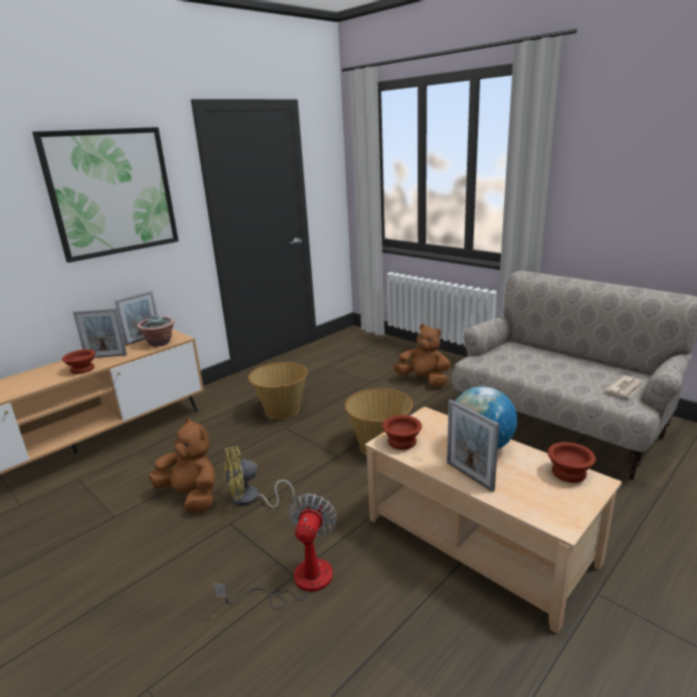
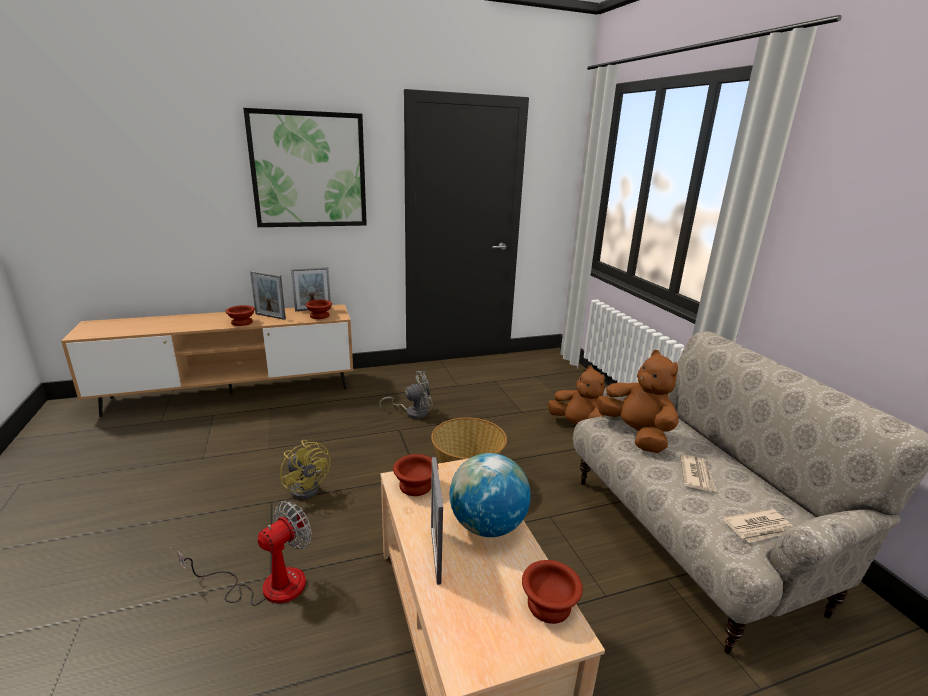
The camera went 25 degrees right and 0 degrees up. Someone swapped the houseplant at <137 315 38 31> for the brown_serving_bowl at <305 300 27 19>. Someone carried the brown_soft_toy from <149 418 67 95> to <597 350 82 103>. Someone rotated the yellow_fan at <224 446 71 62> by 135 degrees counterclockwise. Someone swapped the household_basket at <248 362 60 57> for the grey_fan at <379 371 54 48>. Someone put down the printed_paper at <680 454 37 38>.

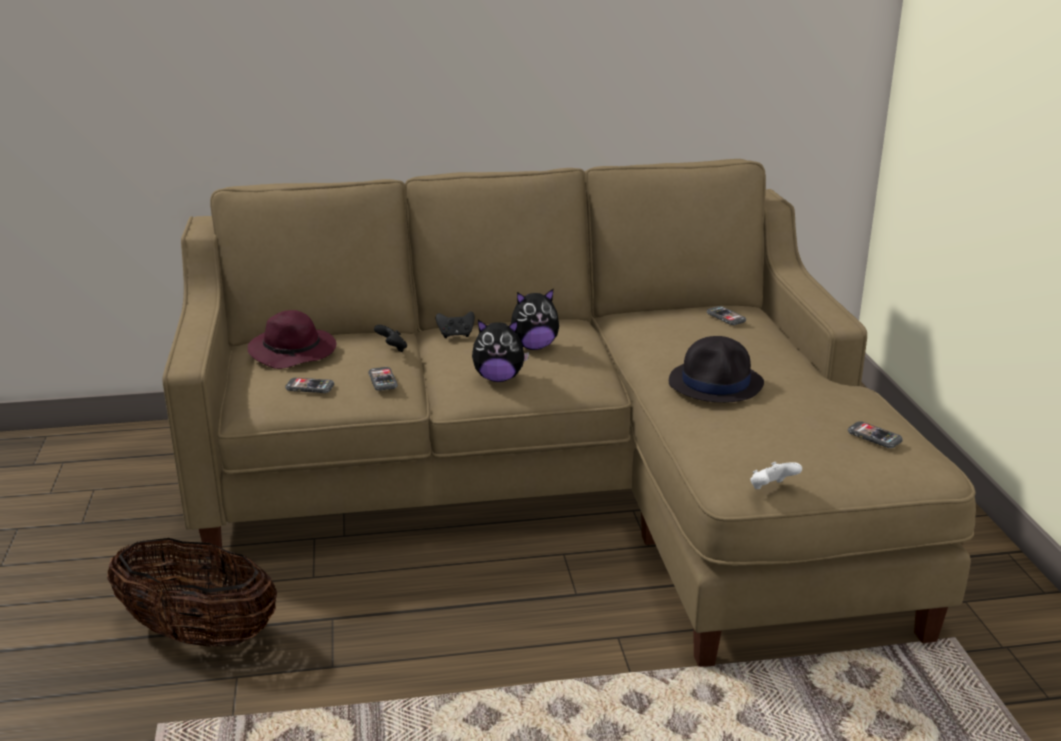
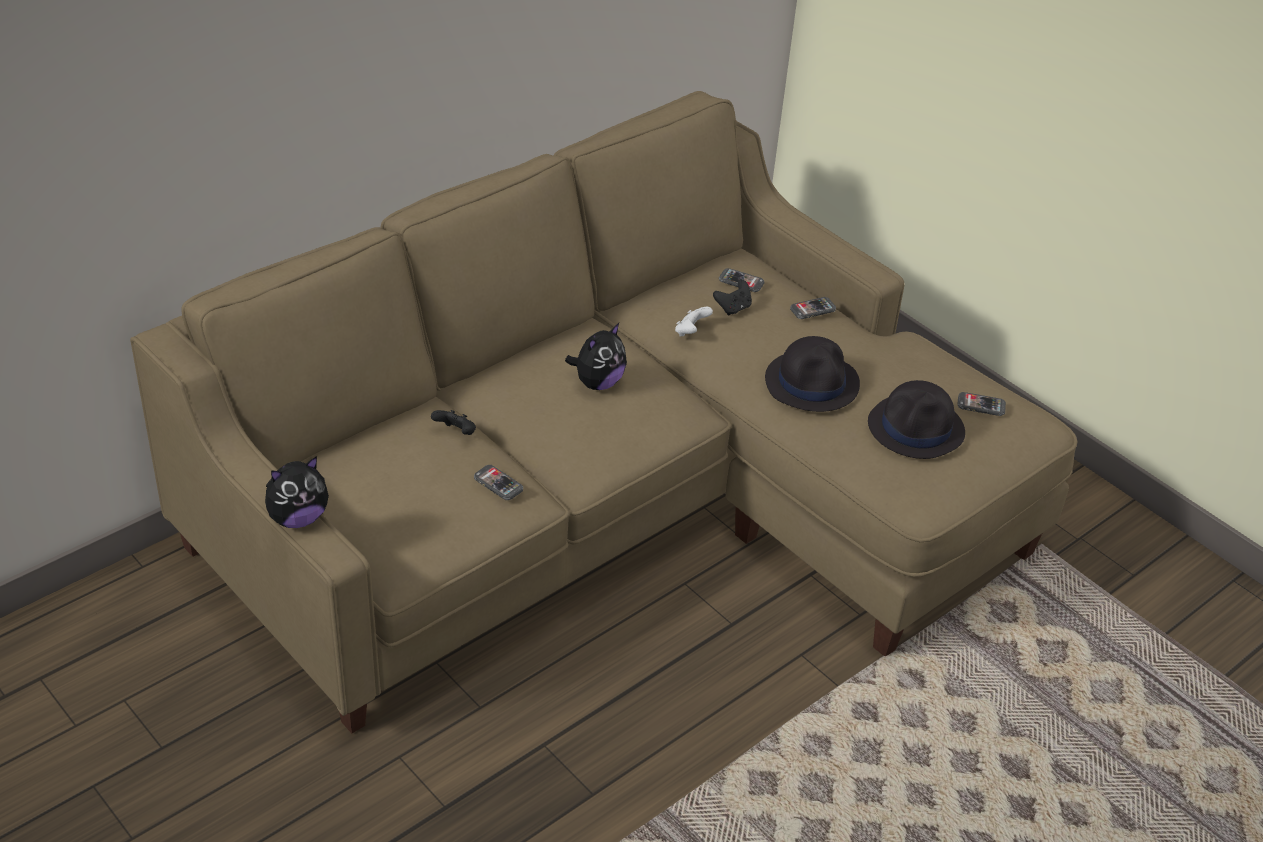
The camera went 35 degrees left and 15 degrees up. Someone took away the household_basket at <107 538 170 109>. Someone took away the purple_clothing_hat at <248 310 88 59>. Someone carried the handset from <285 378 49 15> to <790 297 46 22>. Someone carried the blackish_joypad from <436 311 39 27> to <713 279 39 37>. Someone carried the soft_toy from <472 320 57 62> to <265 456 64 72>. Someone carried the white-coloured_joypad from <750 462 52 27> to <675 307 38 30>. Someone put down the blackish_clothing_hat at <868 380 97 79>.

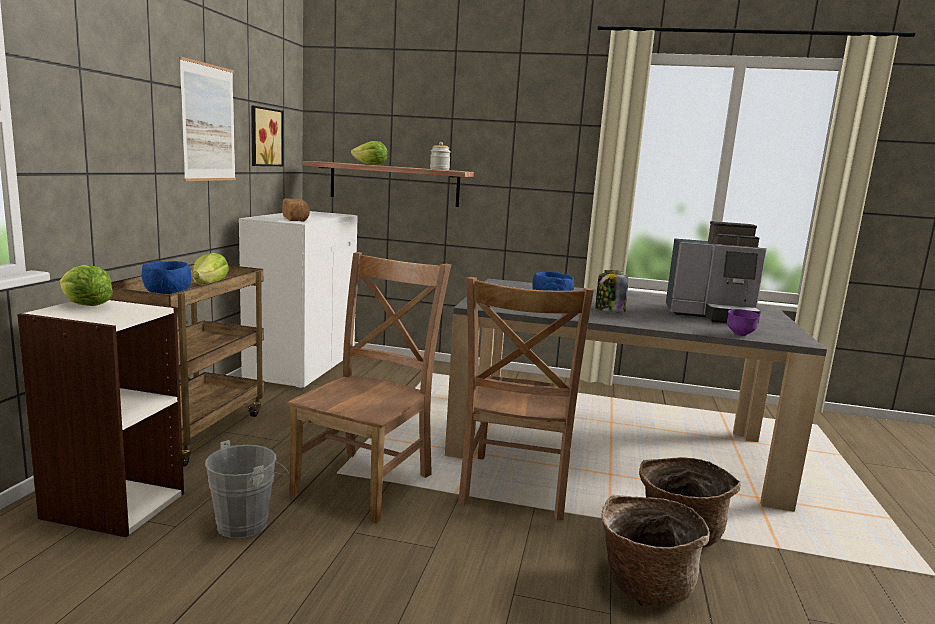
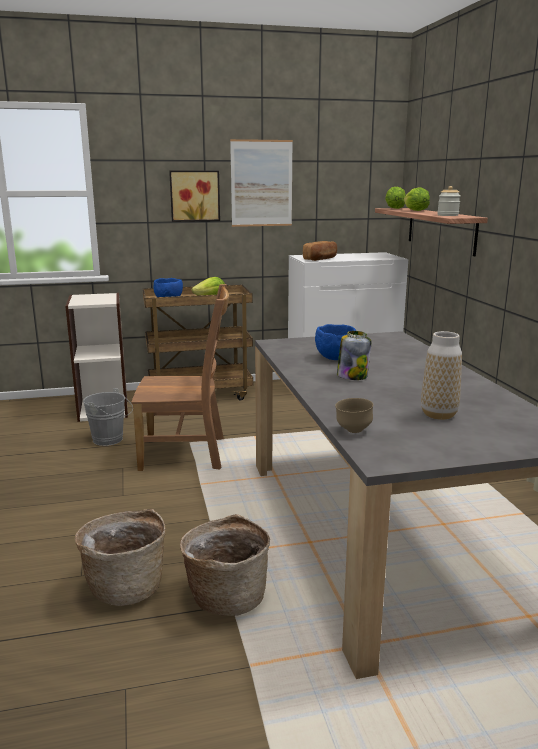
The camera went 65 degrees right and 5 degrees up. Someone carried the lettuce_head from <60 265 53 41> to <385 187 21 22>. Someone carried the picture from <251 105 33 61> to <169 171 51 51>. Someone took away the brown_chair at <458 277 136 243>. Someone swapped the coffee_maker at <666 221 101 102> for the flower_vase at <421 331 41 89>. Someone repainted the purple_serving_bowl at <727 309 33 27>, which became the brown_serving_bowl at <335 398 38 35>.

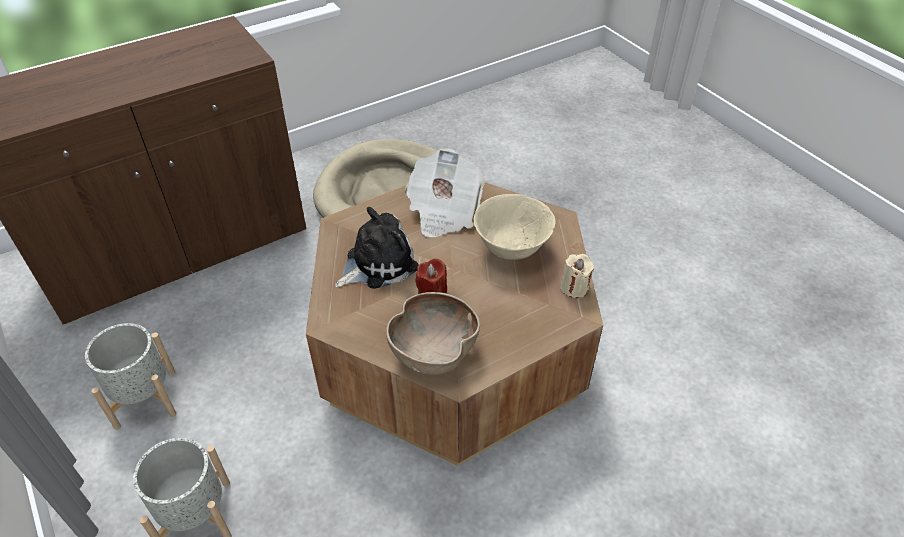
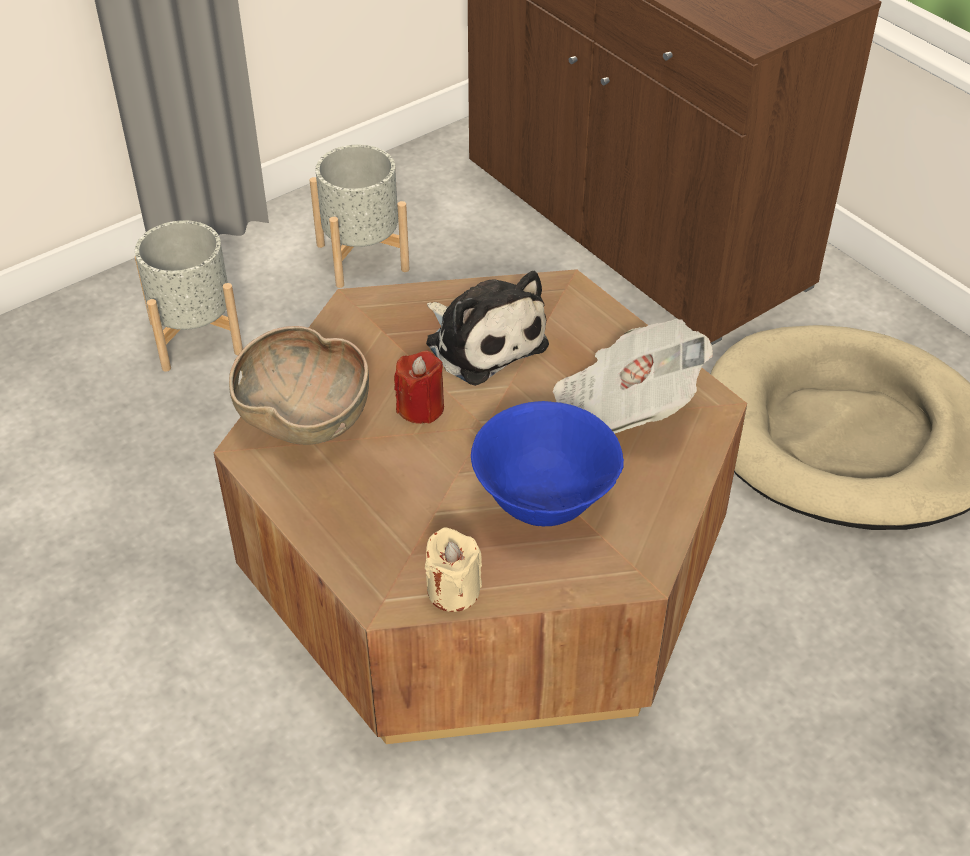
The camera went 85 degrees right and 0 degrees up. Someone repainted the beige_serving_bowl at <474 194 82 66>, which became the blue-coloured_serving_bowl at <471 401 153 125>.

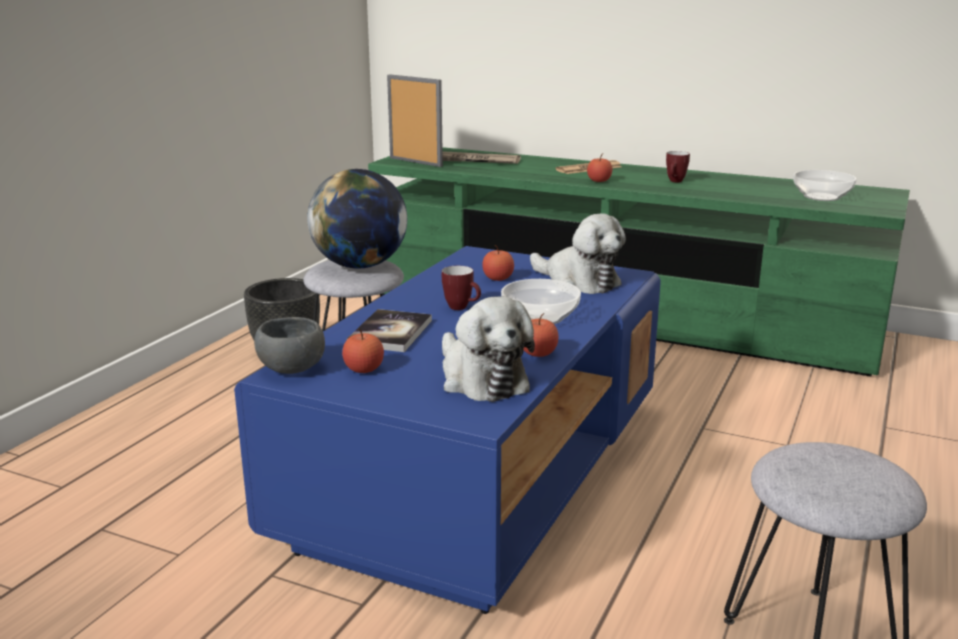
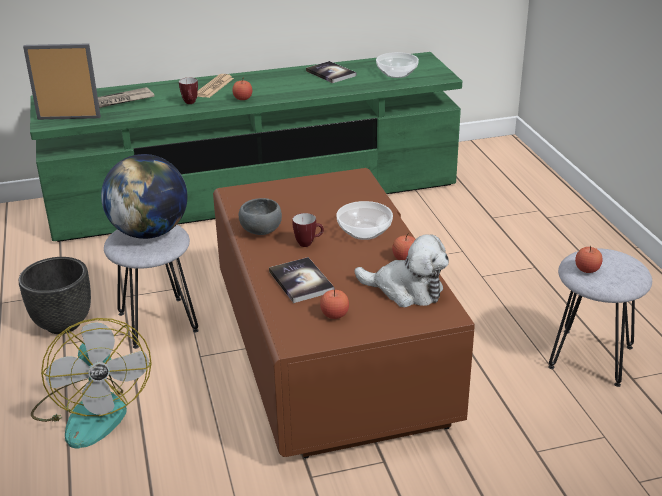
The camera went 40 degrees left and 10 degrees up. Someone repainted the blue-coloured_lounge_table at <234 246 427 368>, which became the brown_lounge_table at <213 168 262 290>. Someone carried the grey_serving_bowl from <254 317 71 57> to <239 198 43 37>. Someone carried the apple_fruit from <482 245 32 36> to <575 246 27 27>. Someone took away the soft_toy at <530 214 96 80>. Someone carried the coffee_mug from <666 151 24 31> to <179 78 19 26>. Someone put down the fan at <31 318 121 131>. Someone put down the bound_book at <306 61 50 22>.

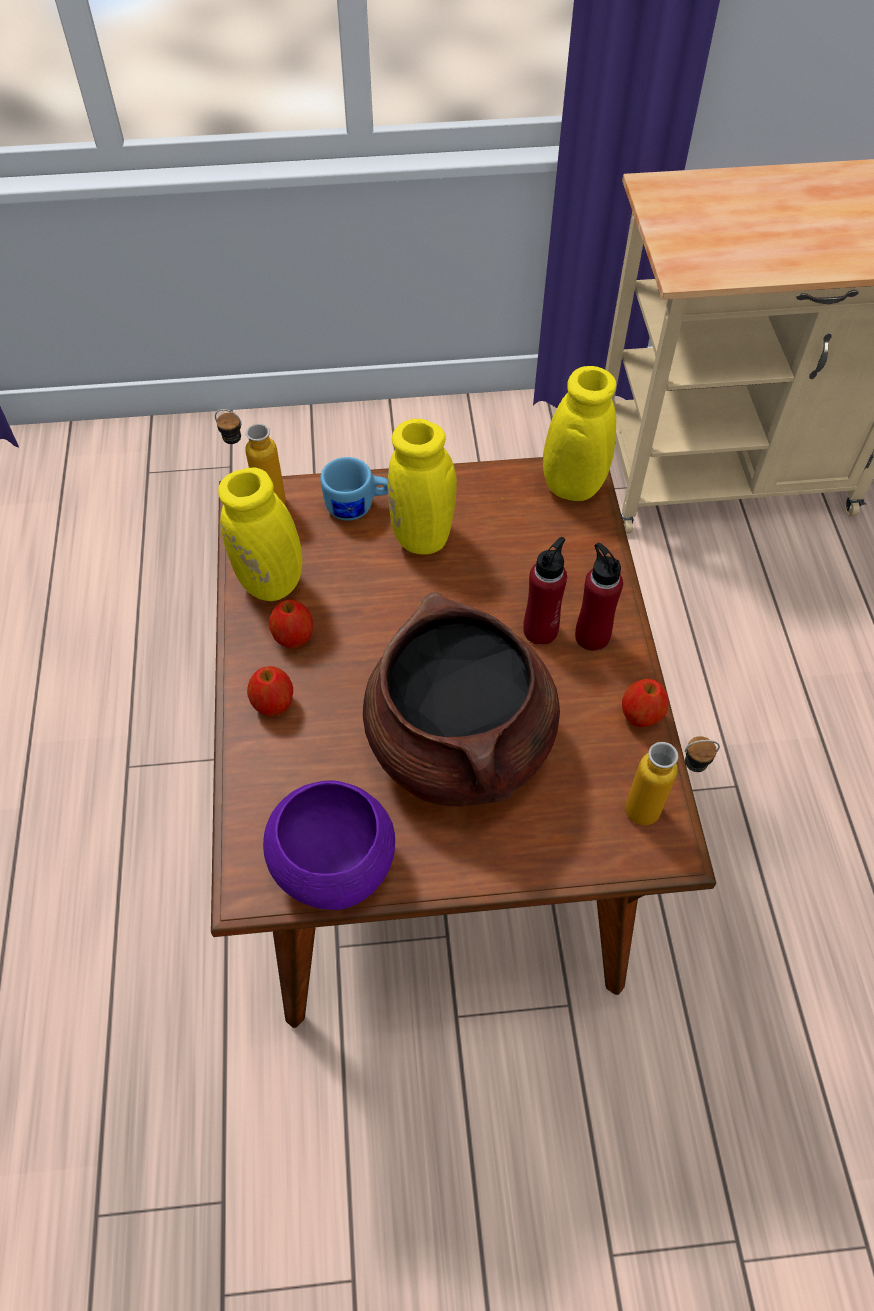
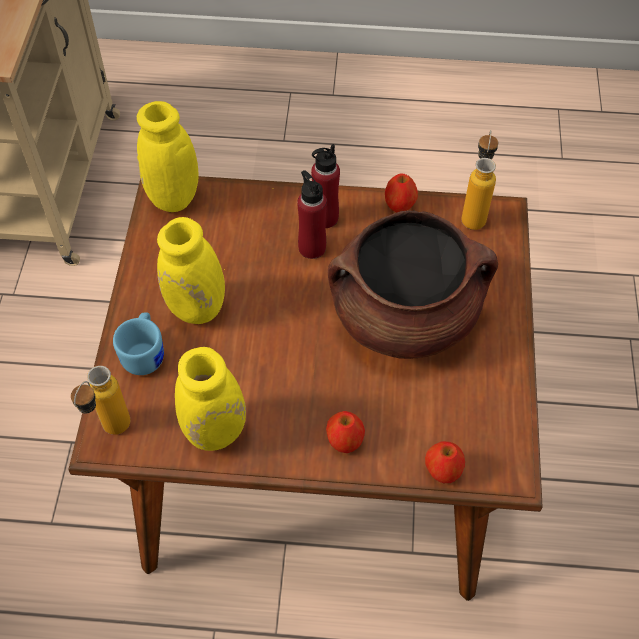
The camera went 80 degrees left and 0 degrees up. Someone took away the purple_serving_bowl at <263 780 132 130>. Someone carried the apple_fruit from <269 599 44 50> to <425 441 40 42>.

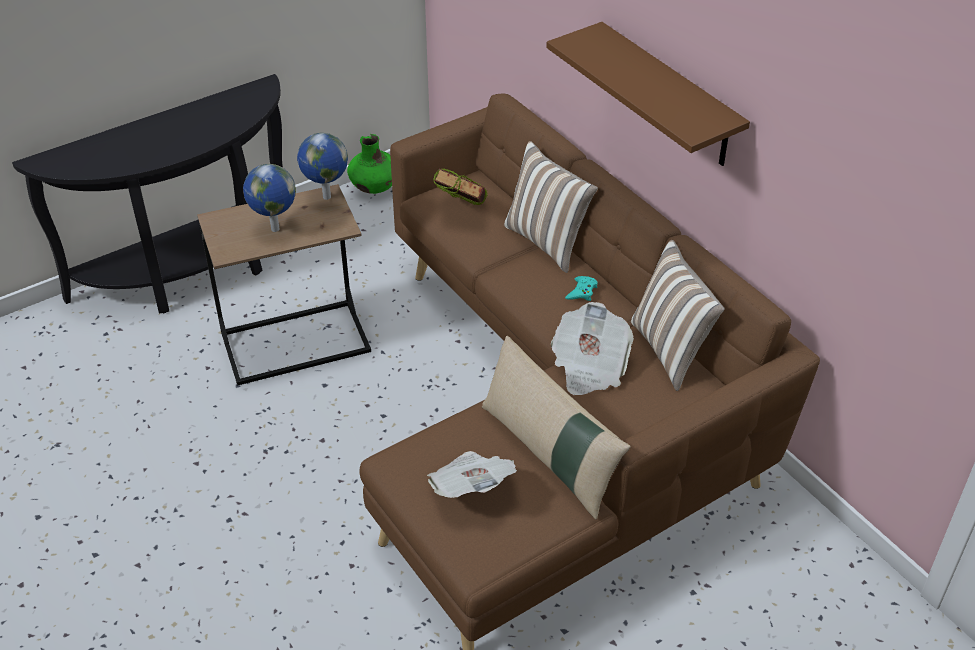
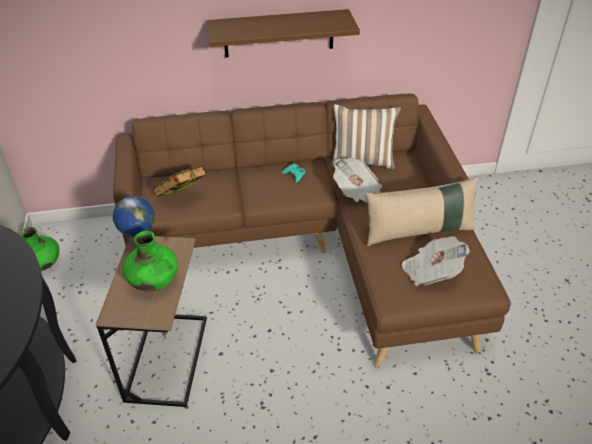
The camera went 65 degrees left and 0 degrees up. Someone swapped the desk_globe at <243 164 53 68> for the greenish_flower_vase at <122 231 56 61>. Someone took away the cushion at <504 141 94 132>.

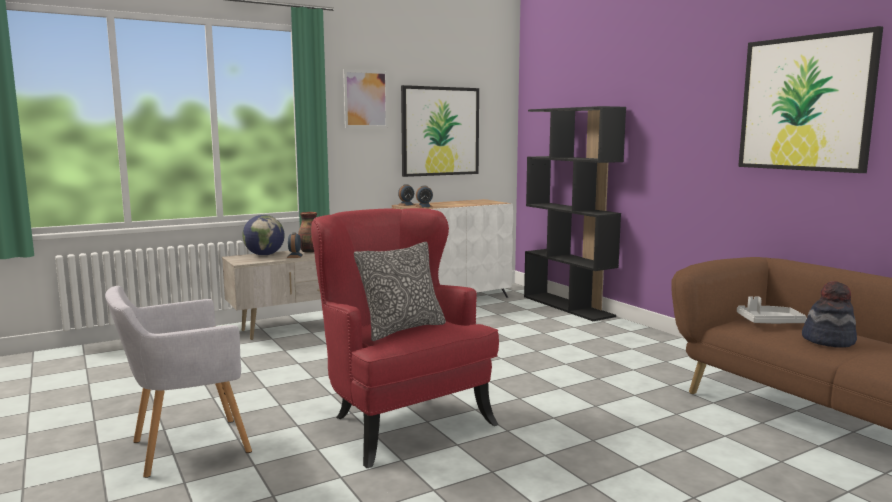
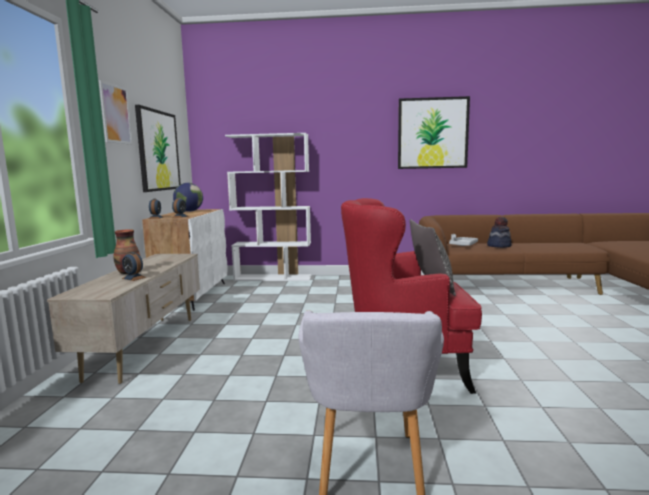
The camera went 55 degrees left and 0 degrees up. Someone carried the desk_globe from <242 215 43 41> to <173 183 30 29>. Someone repainted the blackish_bookshelf at <524 106 102 215>, which became the white-coloured_bookshelf at <225 133 87 148>.

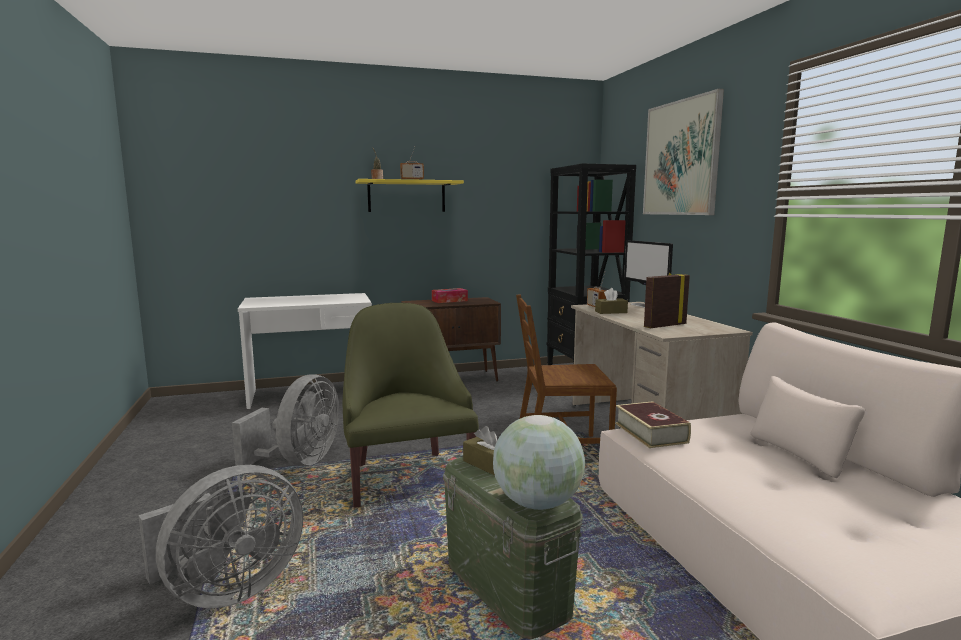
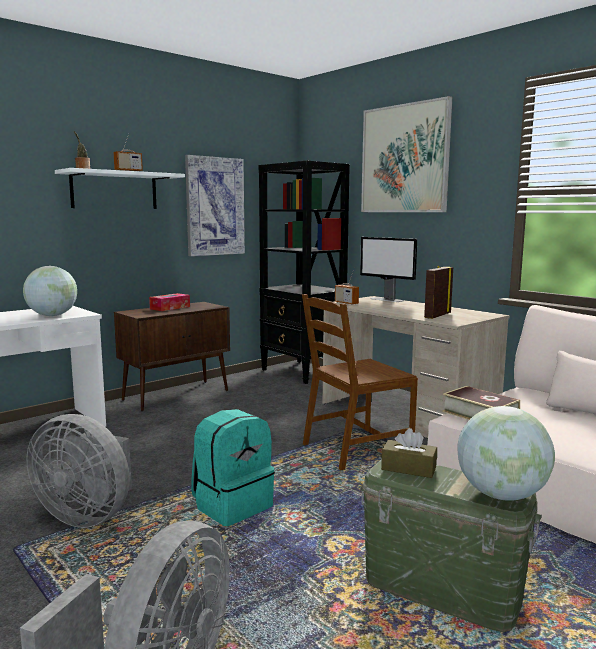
The camera went 25 degrees left and 0 degrees up. Someone rotated the grey_fan at <232 374 107 92> by 120 degrees clockwise. Someone swapped the greenish_easy_chair at <342 303 137 205> for the turquoise_backpack at <191 409 84 117>. Someone repainted the yellow_shelf at <356 179 108 33>, which became the white-coloured_shelf at <55 168 130 41>. Someone took away the brown_tissue_holder at <595 288 33 26>. Someone put down the desk_globe at <23 266 54 50>. Someone put up the picture at <185 155 60 101>.

